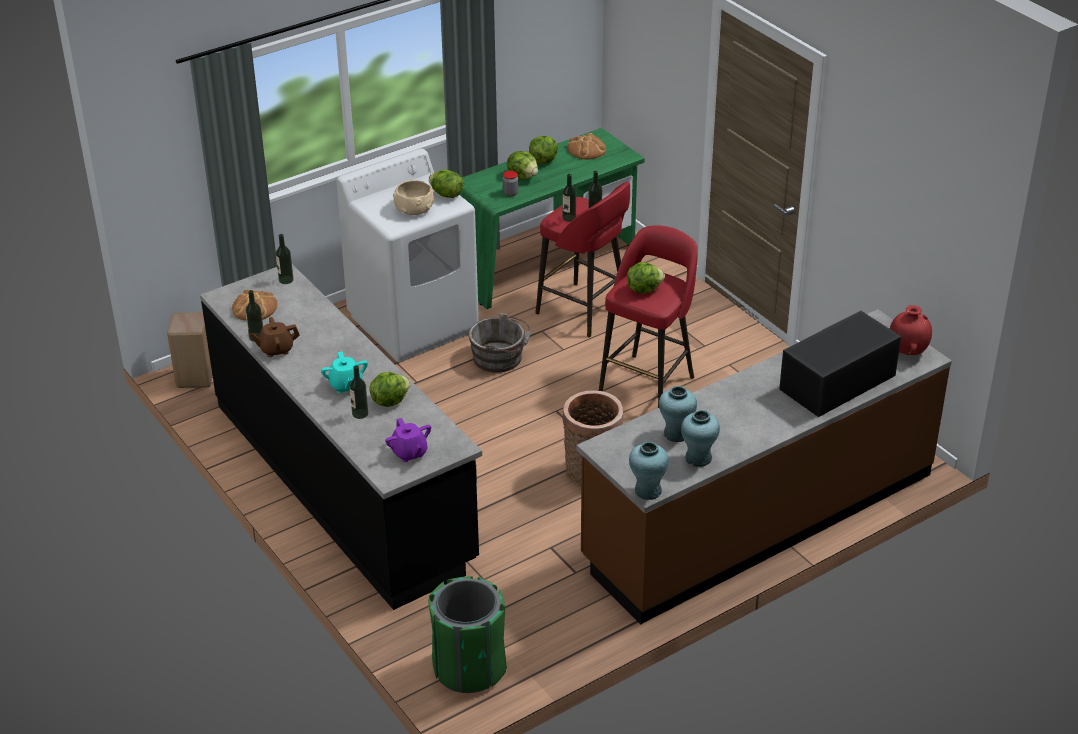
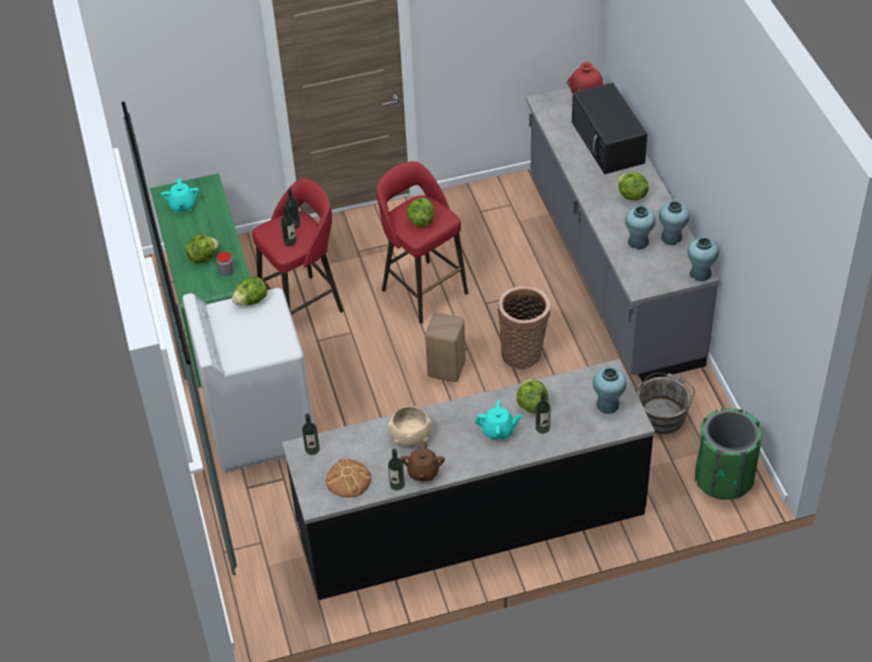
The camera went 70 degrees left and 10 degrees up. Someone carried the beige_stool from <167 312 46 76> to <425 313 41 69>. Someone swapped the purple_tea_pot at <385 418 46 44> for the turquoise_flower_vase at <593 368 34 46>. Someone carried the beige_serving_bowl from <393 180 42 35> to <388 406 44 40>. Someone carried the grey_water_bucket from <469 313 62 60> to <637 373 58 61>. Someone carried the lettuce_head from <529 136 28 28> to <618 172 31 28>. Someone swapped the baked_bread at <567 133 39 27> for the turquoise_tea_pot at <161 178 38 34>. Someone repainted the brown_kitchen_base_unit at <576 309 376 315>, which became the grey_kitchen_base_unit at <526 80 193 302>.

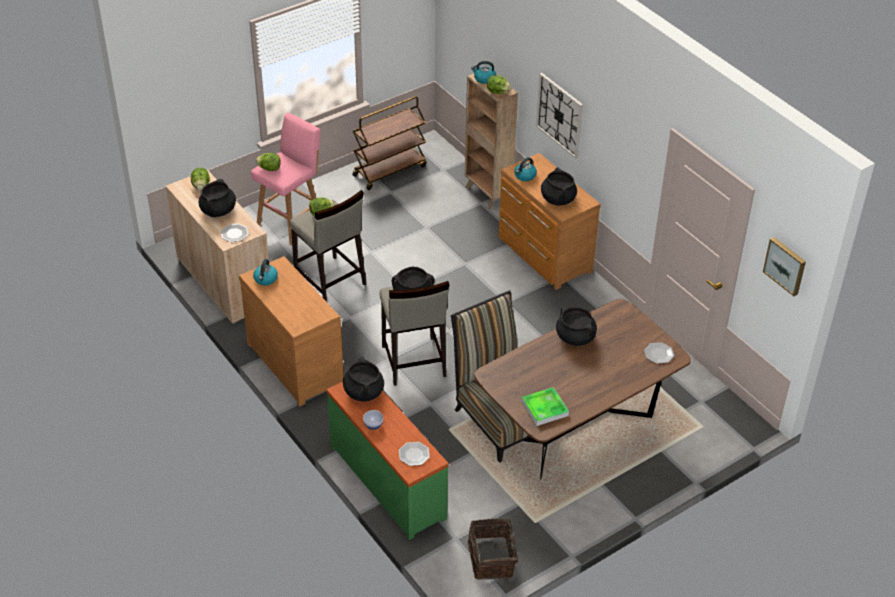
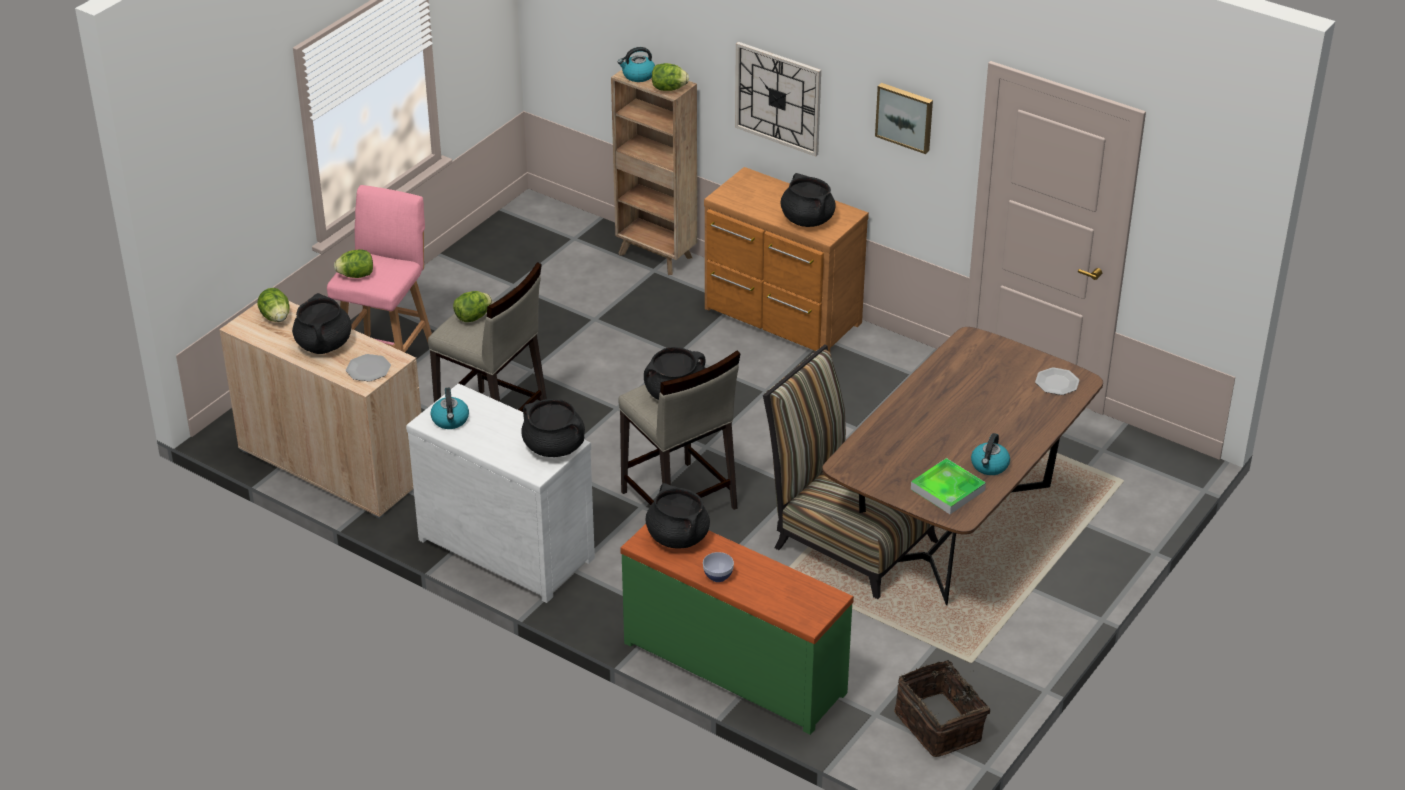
The camera went 20 degrees left and 5 degrees down. Someone repainted the brown_drawer_chest at <239 256 105 150>, which became the white-coloured_drawer_chest at <406 383 189 220>. Someone took away the brown_trolley at <352 96 74 94>. Someone took away the plate at <399 442 31 24>. Someone carried the tea_kettle from <514 157 23 24> to <971 433 39 42>. Someone carried the blackish_cooking_pot from <556 307 41 39> to <521 399 64 58>. Someone carried the picture from <763 237 43 59> to <875 83 58 71>.

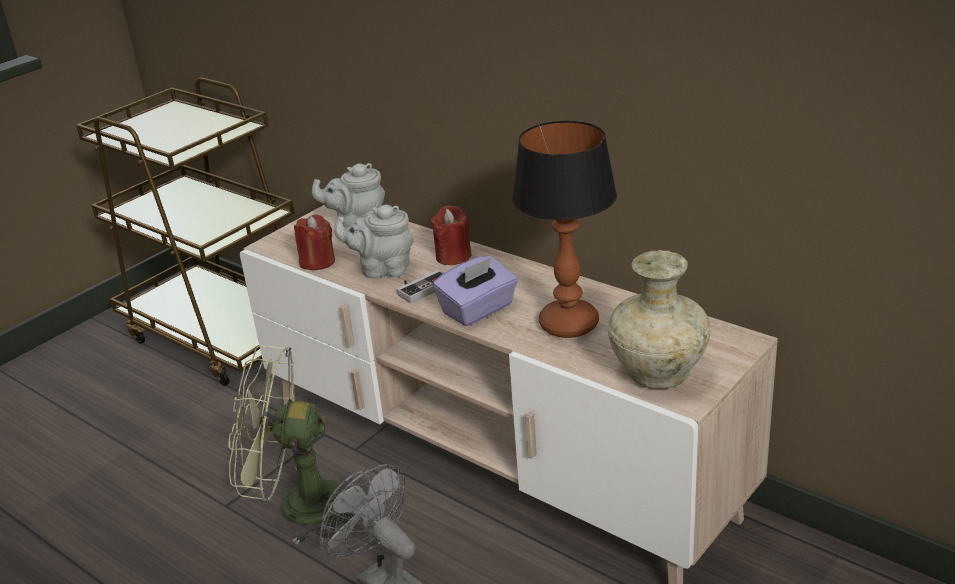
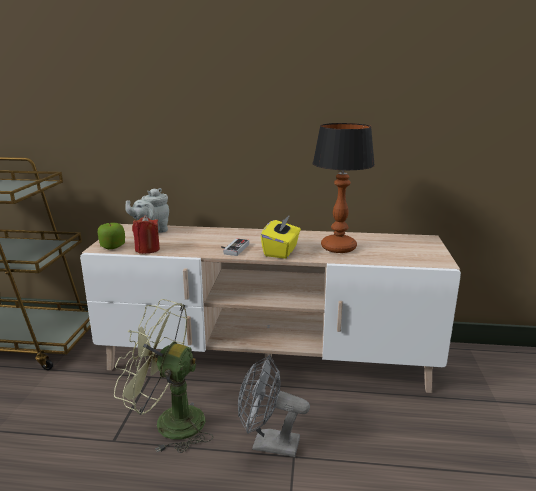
The camera went 35 degrees left and 10 degrees down. Someone rotated the greenish_fan at <228 345 125 199> by 45 degrees clockwise. Someone took away the grey_tea_pot at <334 205 80 74>. Someone took away the reddish_wax_candle at <431 205 40 60>. Someone repainted the purple_tissue_holder at <433 256 85 70>, which became the yellow_tissue_holder at <261 215 40 44>. Someone took away the beige_flower_vase at <608 250 103 139>. Someone put down the apple_fruit at <98 223 27 26>.

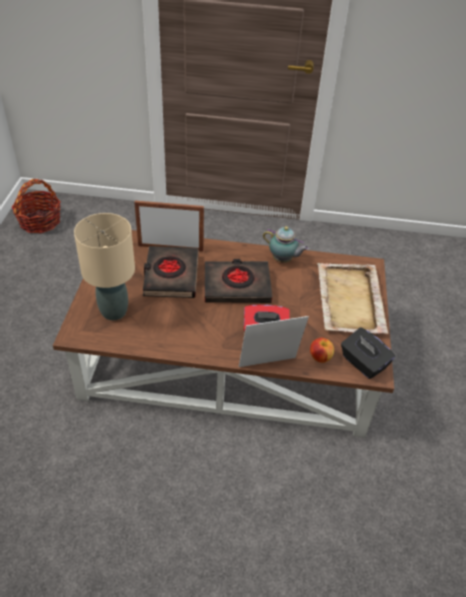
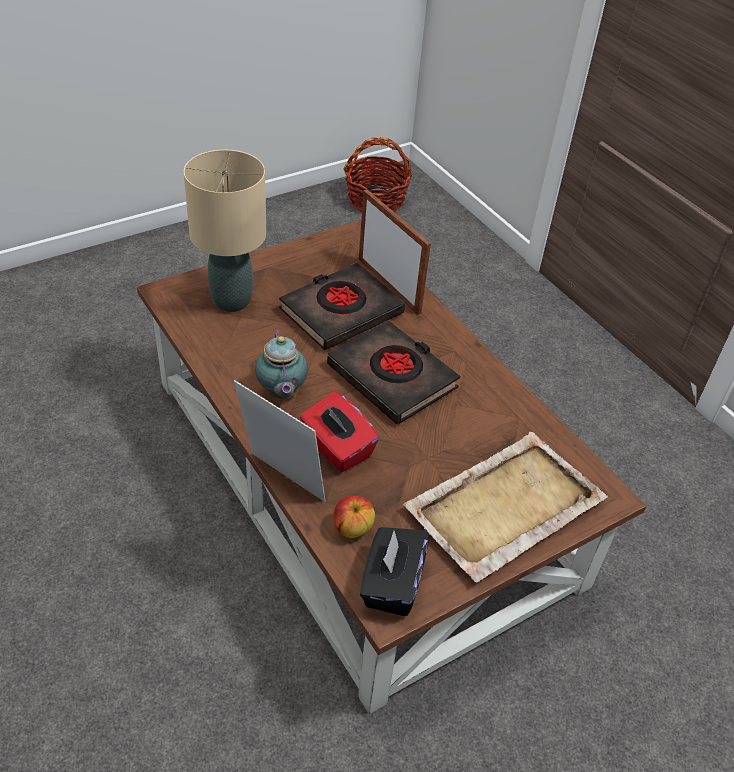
The camera went 50 degrees right and 0 degrees up. Someone carried the tea_pot from <263 226 46 37> to <255 329 53 70>.

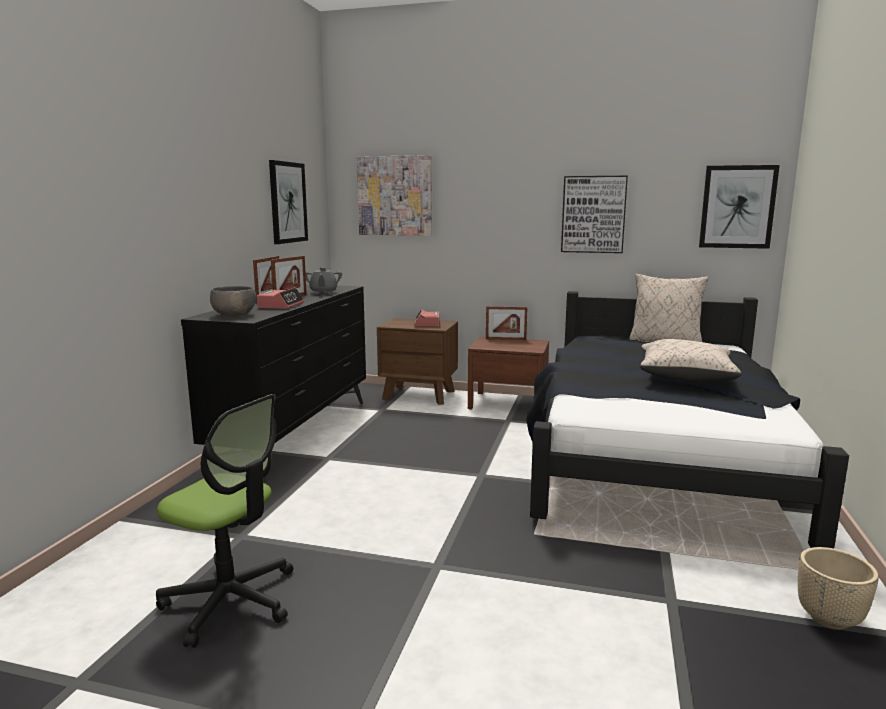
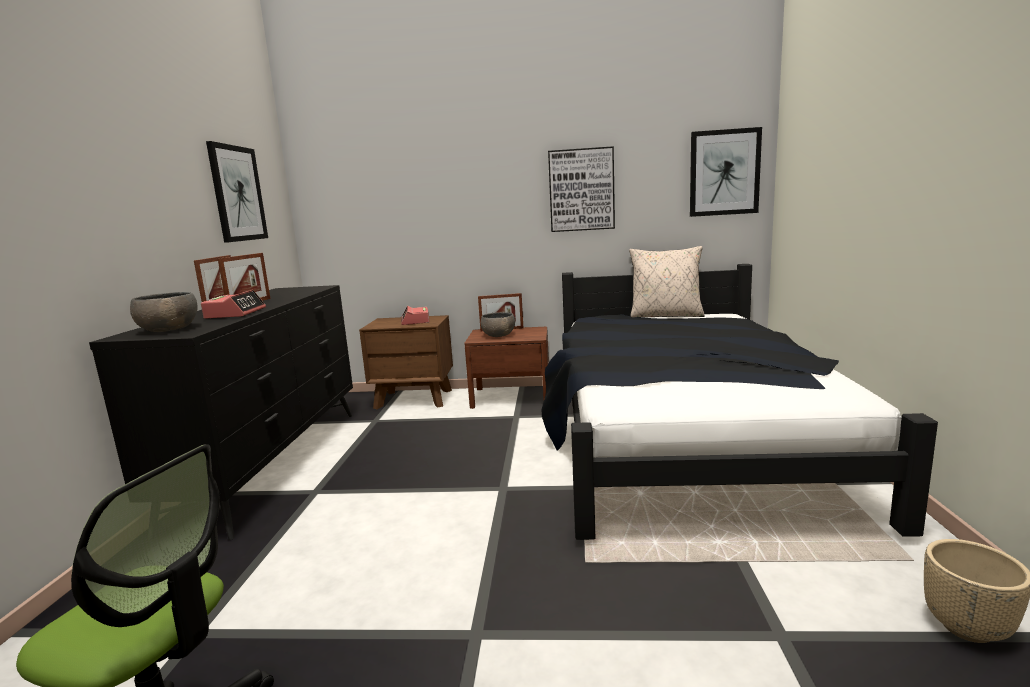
The camera went 10 degrees left and 0 degrees up. Someone took away the grey_tea_pot at <306 267 36 27>. Someone took away the picture at <357 155 75 81>. Someone took away the beige_cushion at <640 339 101 43>. Someone put down the grey_serving_bowl at <481 312 34 25>.

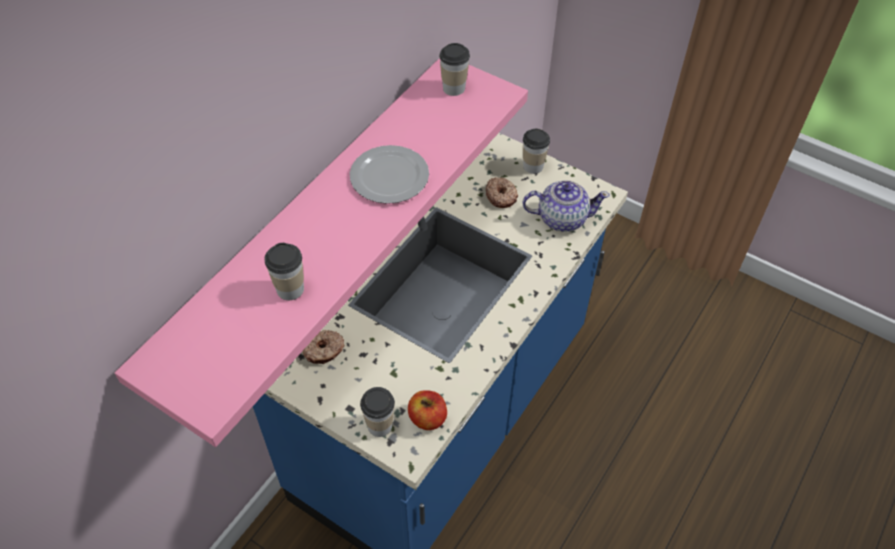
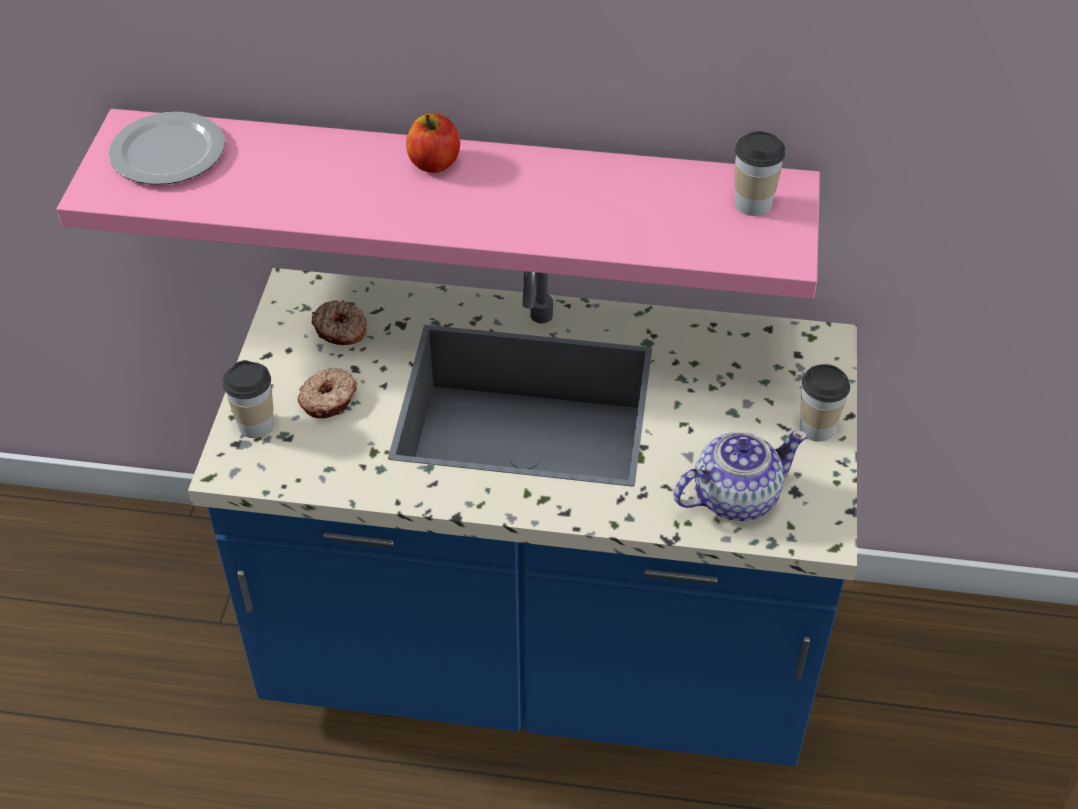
The camera went 65 degrees right and 5 degrees down. Someone took away the small_cup at <265 243 39 57>. Someone carried the plate from <350 145 79 59> to <108 112 117 73>. Someone carried the apple_fruit from <408 390 39 40> to <406 113 54 60>. Someone carried the doughnut from <486 177 32 31> to <297 368 60 50>. Someone rotated the tea_pot at <522 180 88 52> by 90 degrees counterclockwise.

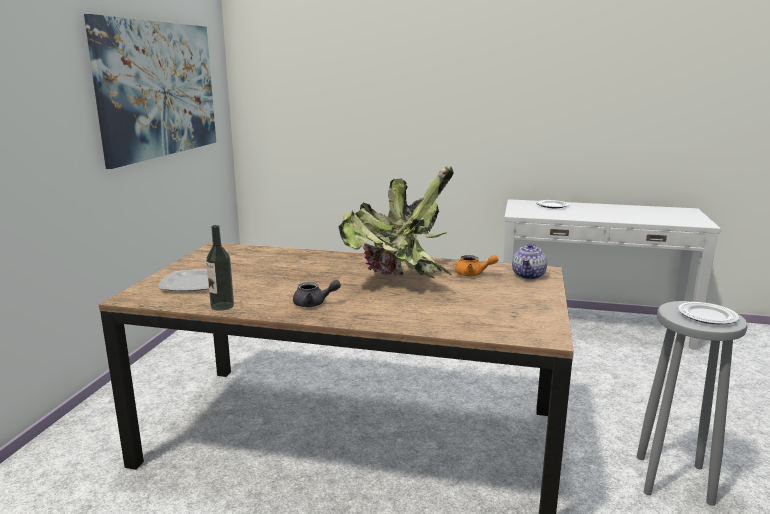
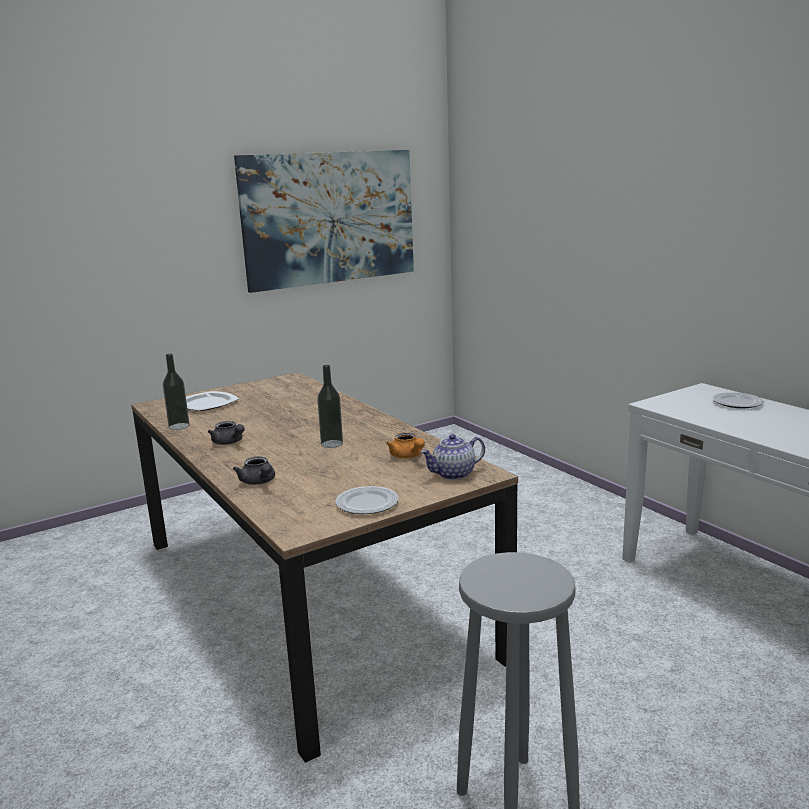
The camera went 45 degrees right and 0 degrees up. Someone swapped the houseplant at <339 166 115 112> for the bottle at <317 365 26 83>. Someone carried the plate from <678 302 61 22> to <335 486 64 28>. Someone put down the grey_tea_pot at <233 456 42 29>.

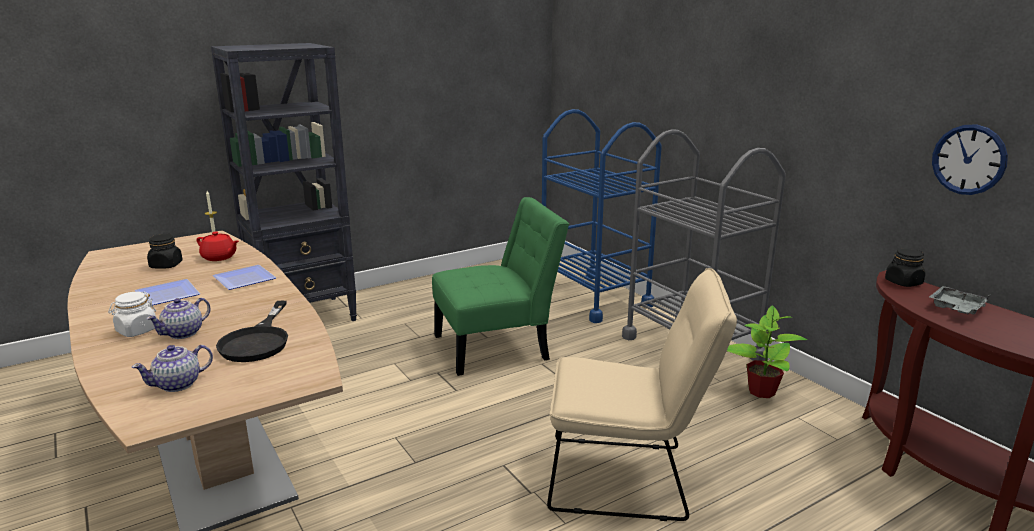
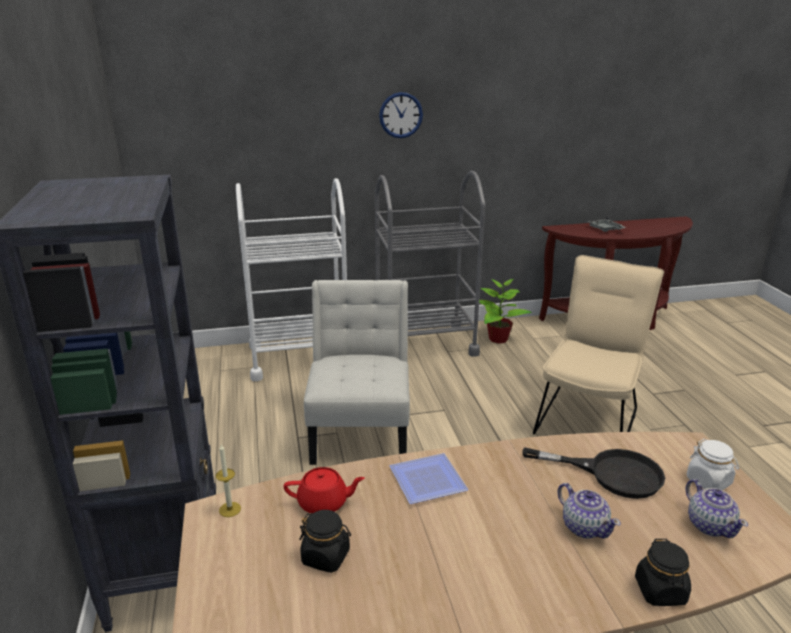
The camera went 70 degrees left and 5 degrees up. Someone carried the white-coloured_jar from <108 292 48 45> to <687 439 52 51>. Someone took away the plate at <135 279 65 26>. Someone rotated the reddish_tea_pot at <196 232 43 29> by 45 degrees clockwise. Someone repainted the greenish_chair at <432 197 137 179>, which became the white-coloured_chair at <304 280 106 185>. Someone repainted the blue-coloured_trolley at <542 109 120 214>, which became the white-coloured_trolley at <236 178 111 203>. Someone carried the blackish_jar from <885 248 40 39> to <635 539 56 67>. Someone carried the wall_clock from <932 125 76 70> to <379 92 44 46>.

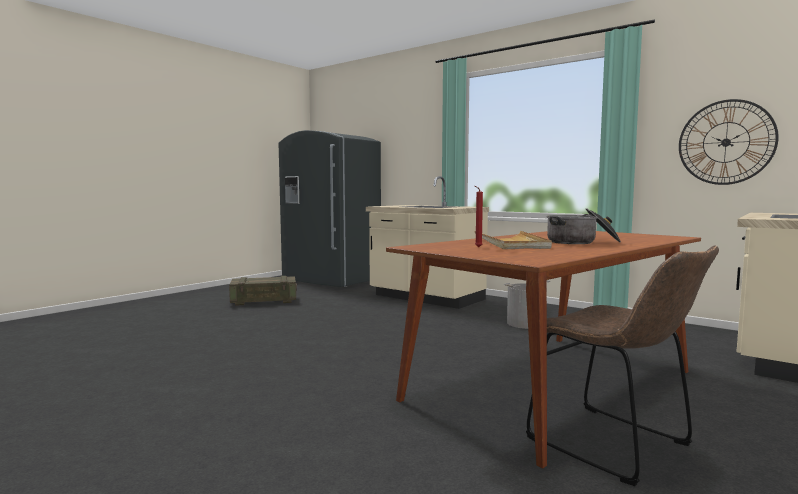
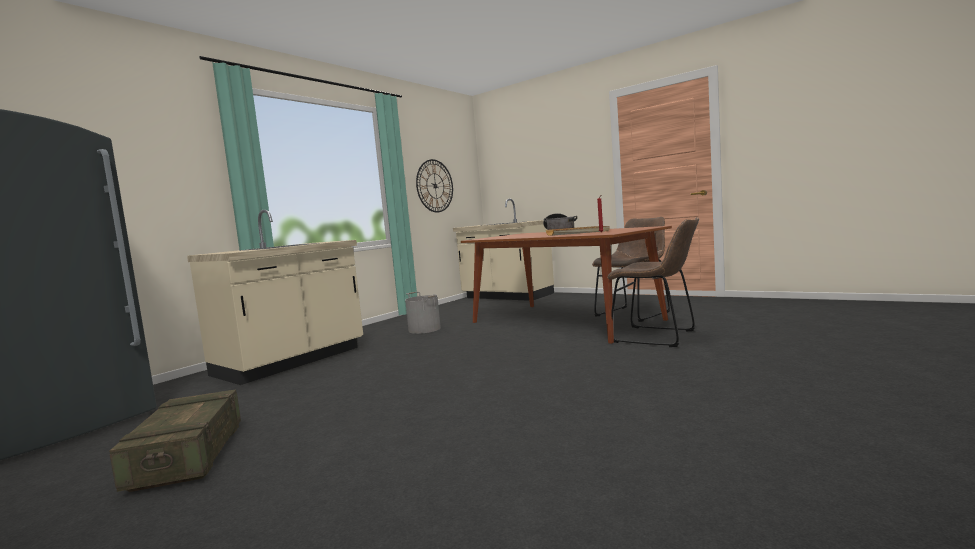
The camera went 90 degrees left and 0 degrees up. Someone put down the brown_chair at <607 217 92 130>.

